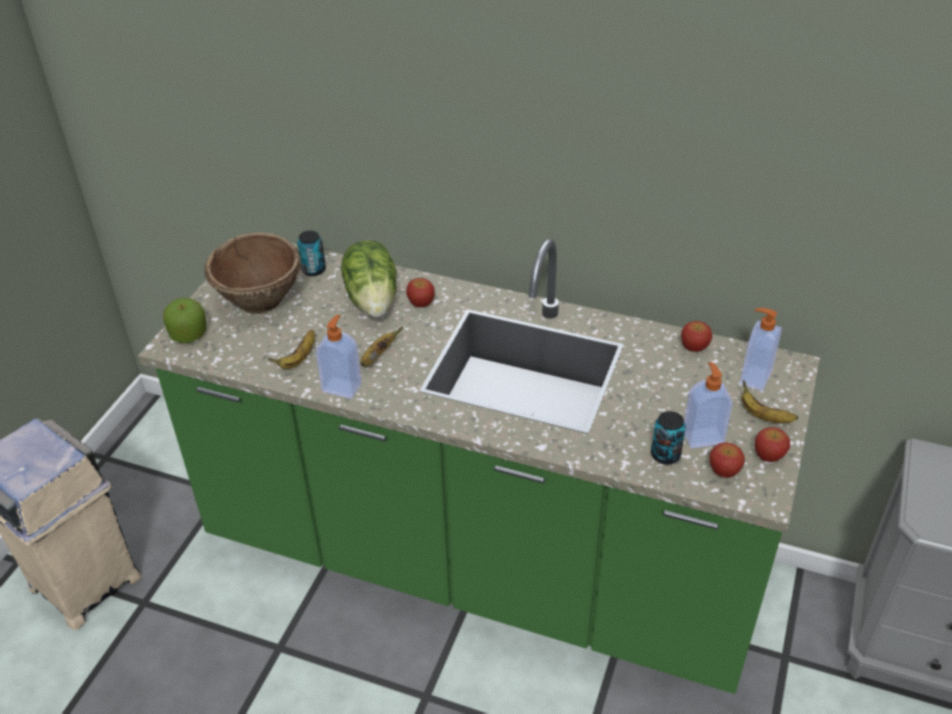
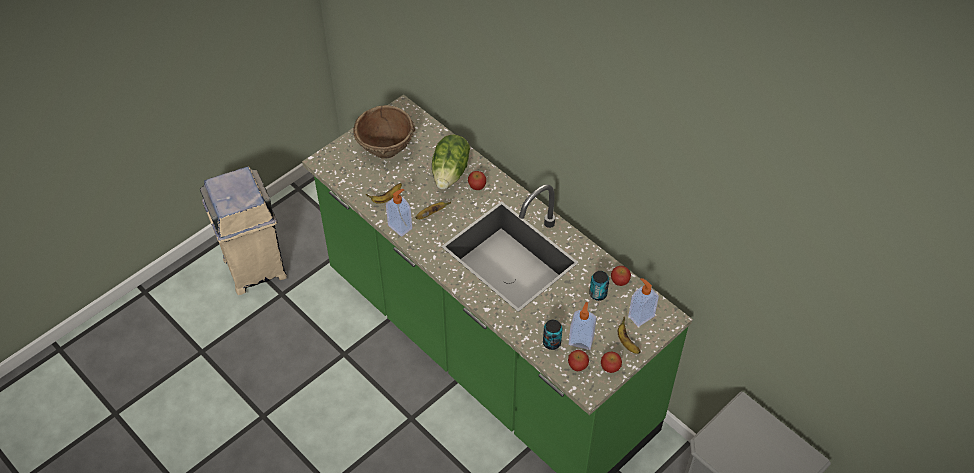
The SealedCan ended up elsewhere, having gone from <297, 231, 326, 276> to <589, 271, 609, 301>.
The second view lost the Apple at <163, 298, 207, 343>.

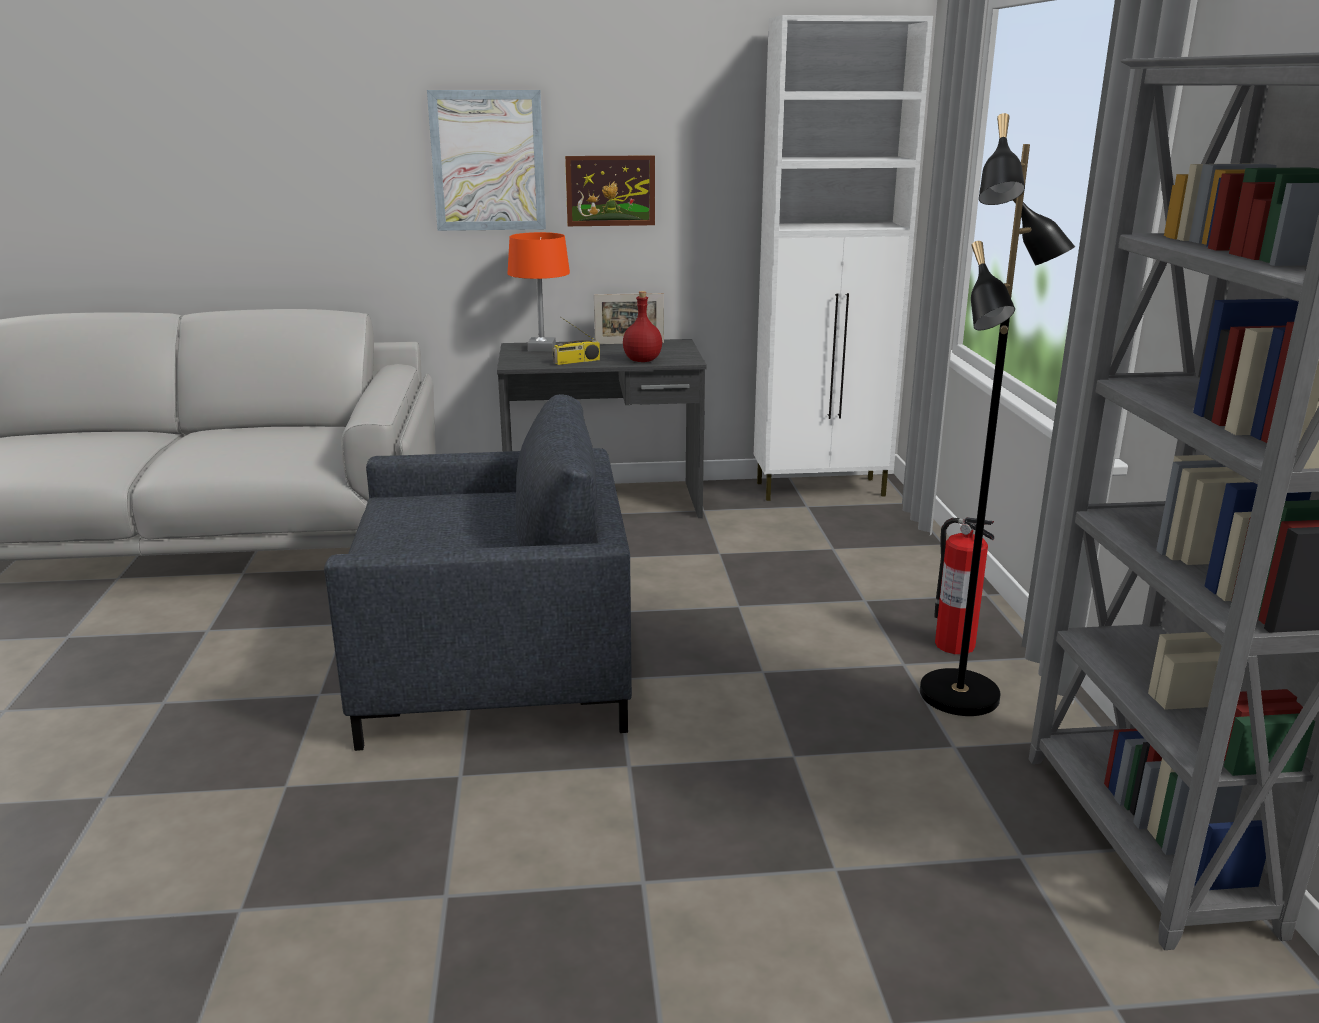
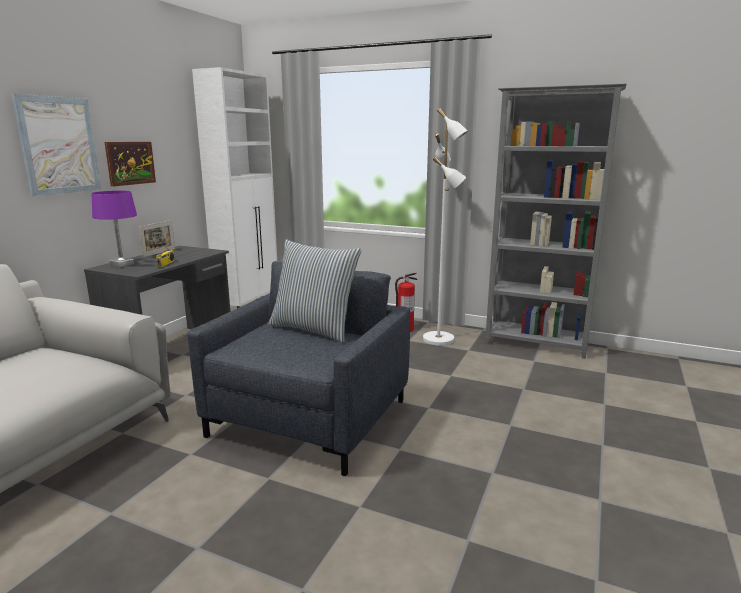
What was the OrangeLampForATable at <508, 232, 570, 352> turned into the PurpleLampForATable at <91, 191, 137, 268>.
The second view gained the ThrowPillow at <268, 240, 362, 343>.
What was the BlackColouredStandingLamp at <920, 113, 1075, 716> turned into the WhiteStandingLamp at <423, 108, 468, 345>.
The second view lost the RedColouredBottle at <623, 291, 662, 362>.

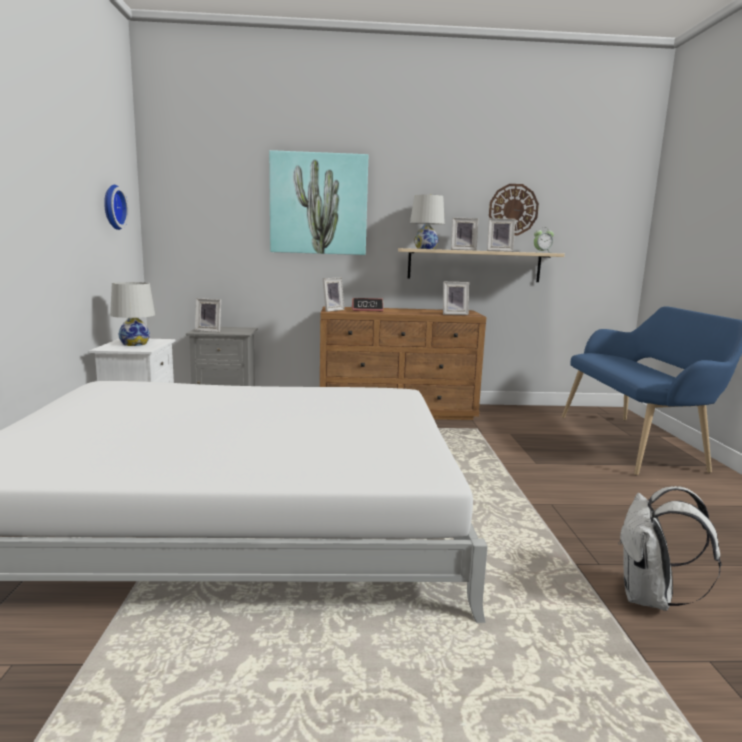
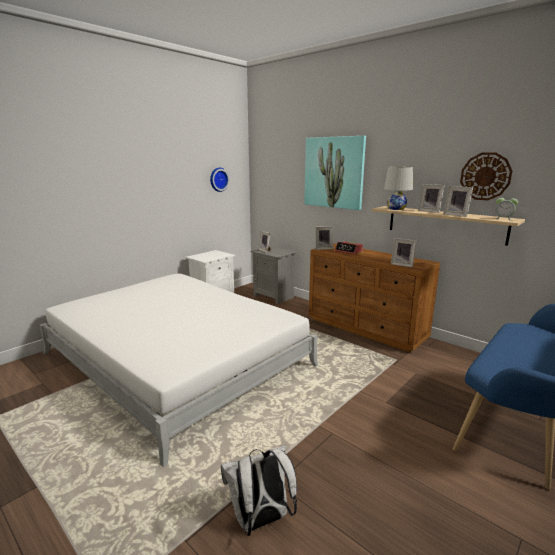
The second view lost the WhiteLampForATable at <110, 282, 155, 346>.

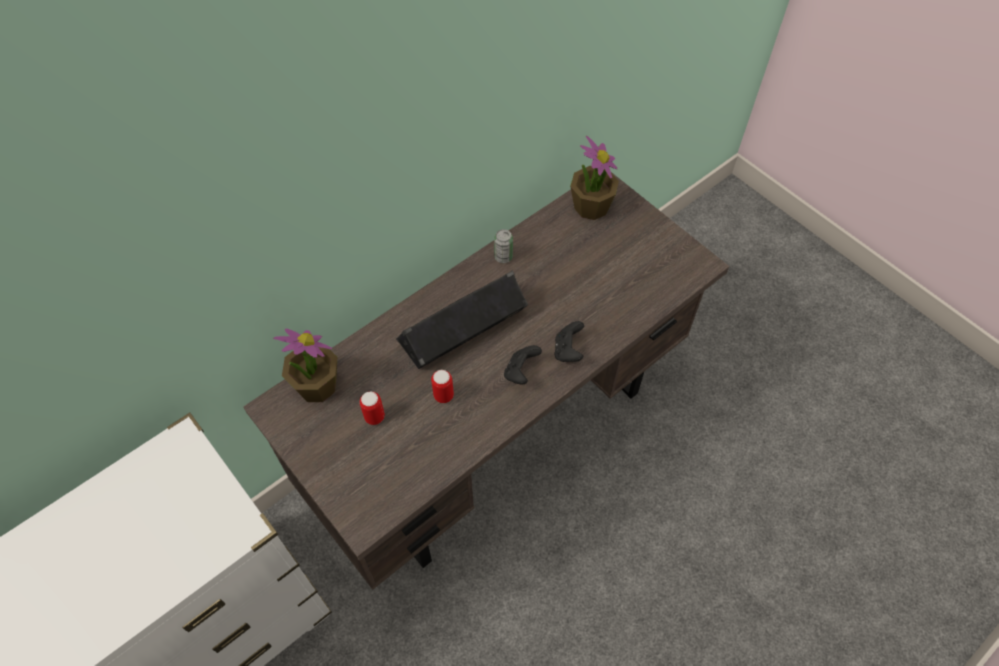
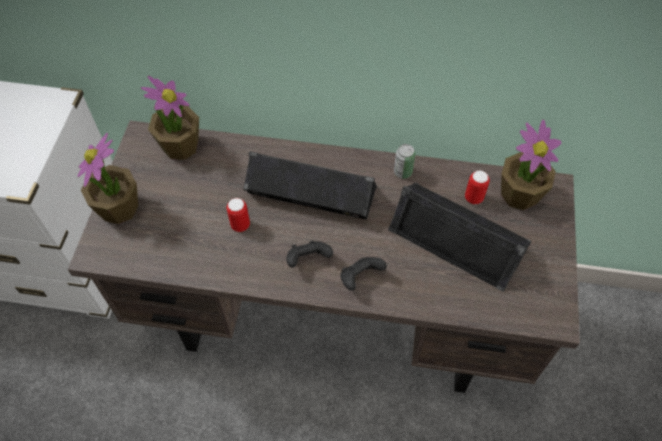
The second view gained the PottedPlant at <77, 133, 138, 224>.
The second view gained the BlackColouredLoudspeaker at <388, 182, 532, 292>.
The SealedCan ended up elsewhere, having gone from <360, 391, 385, 425> to <465, 170, 490, 205>.

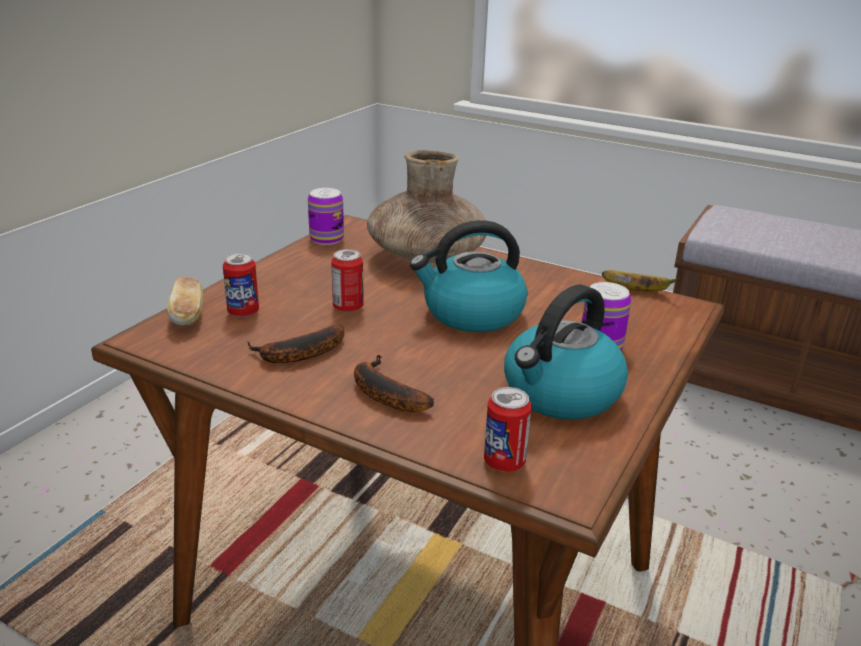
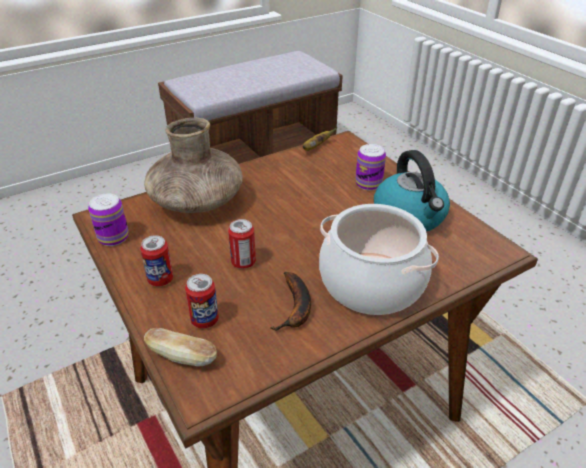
The SealedCan ended up elsewhere, having gone from <484, 387, 532, 472> to <140, 235, 173, 287>.
Where the WholeBanana stood at <354, 355, 434, 412>, the Stockpot came to stand at <319, 204, 439, 315>.
The second view lost the Kettle at <410, 220, 528, 332>.

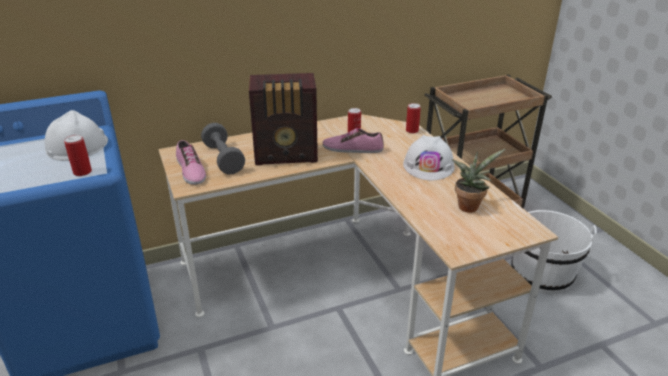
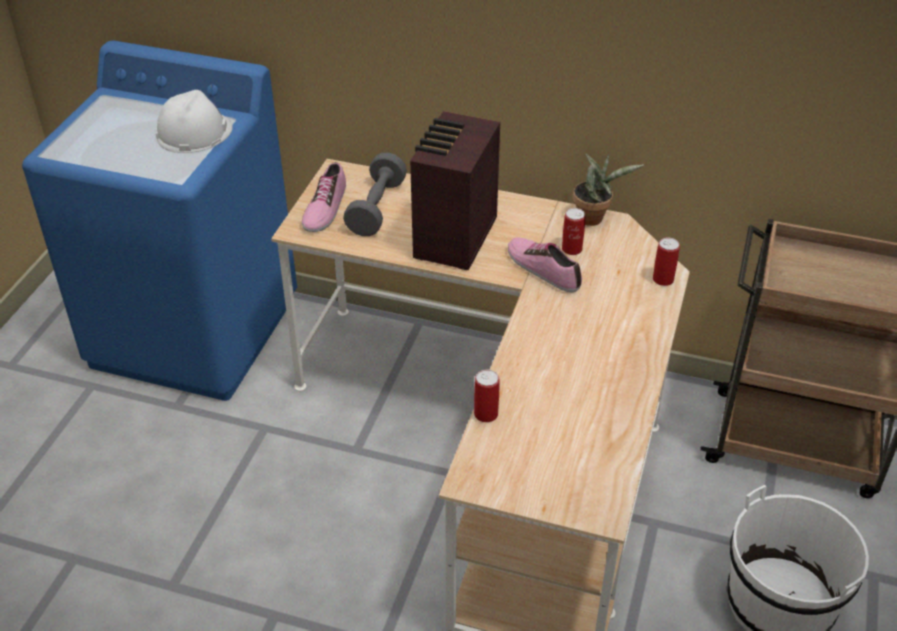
The RadioReceiver at <249, 73, 318, 165> ended up facing another way, 75 degrees clockwise from before.
The SealedCan ended up elsewhere, having gone from <64, 135, 92, 176> to <474, 369, 500, 422>.
The PottedPlant ended up elsewhere, having gone from <452, 149, 505, 213> to <573, 153, 644, 226>.
The second view lost the WhiteHardHat at <403, 135, 455, 181>.

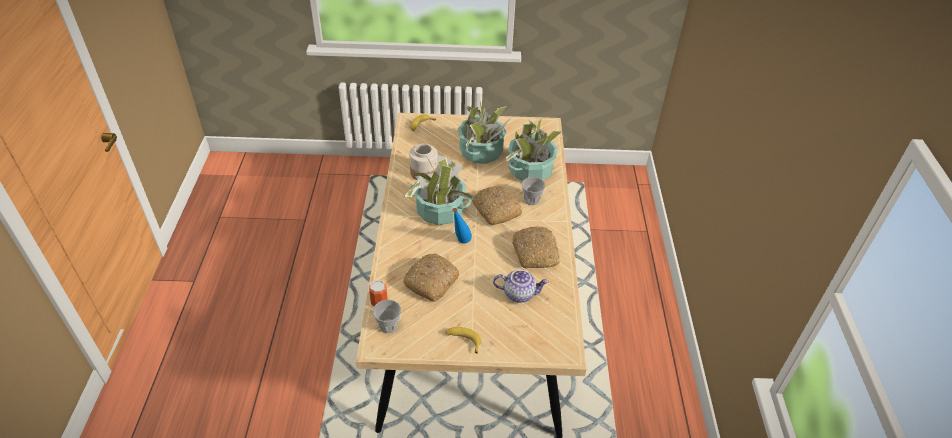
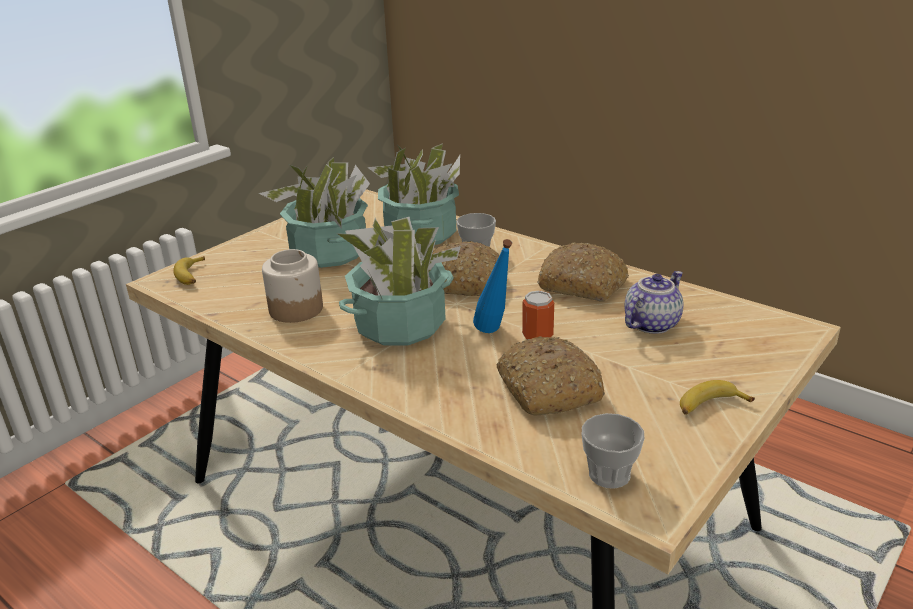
The SealedCan ended up elsewhere, having gone from <369, 280, 388, 306> to <522, 290, 554, 340>.

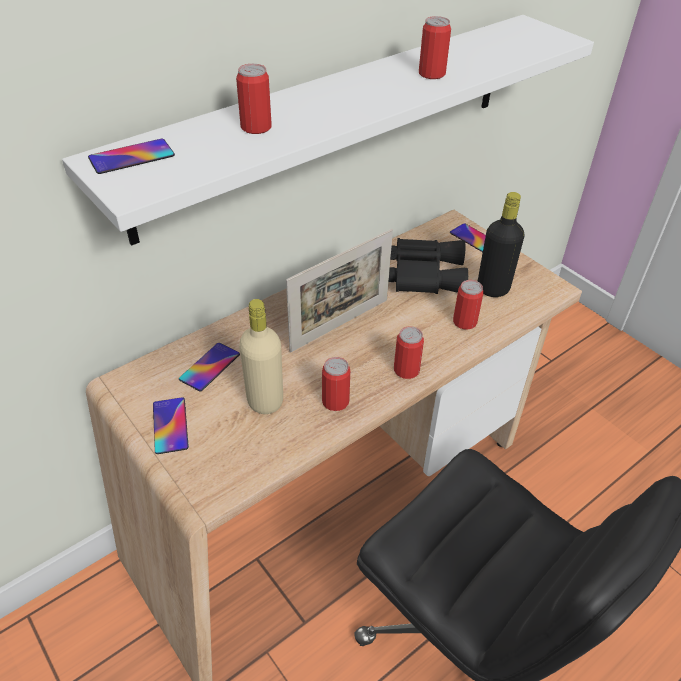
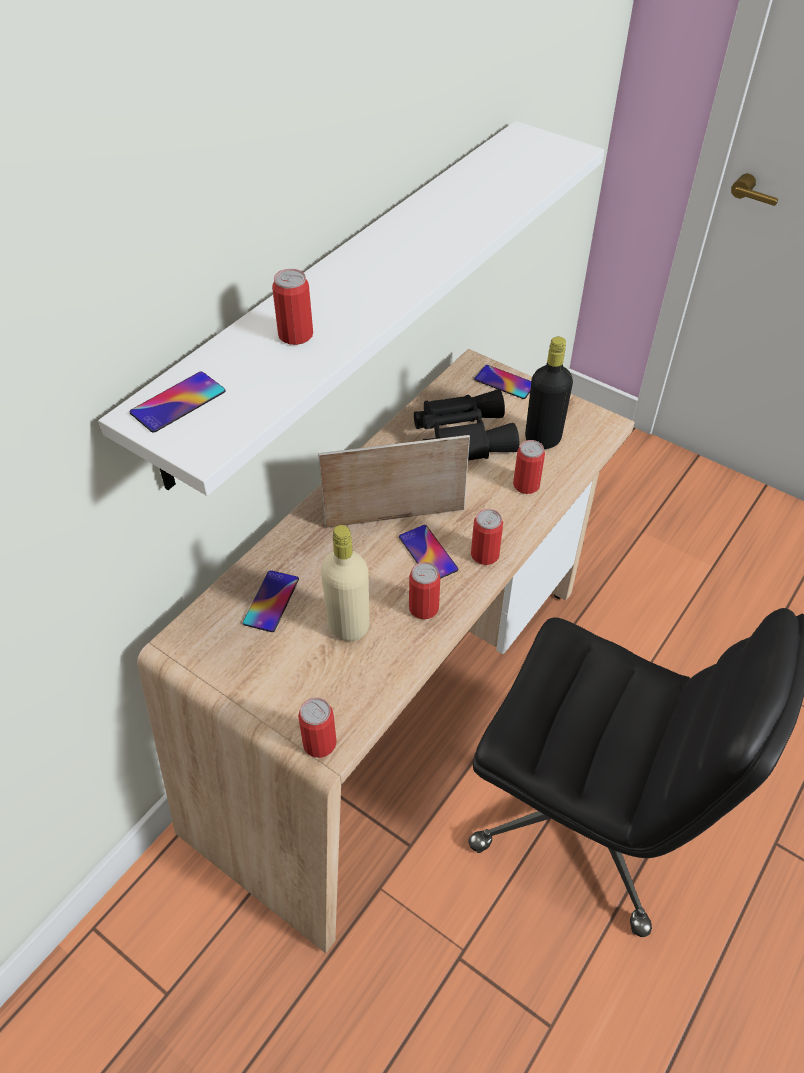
The SealedCan ended up elsewhere, having gone from <419, 16, 451, 79> to <298, 698, 337, 758>.
The PhotoFrame at <286, 229, 393, 352> ended up facing another way, 135 degrees counterclockwise from before.
The Handset ended up elsewhere, having gone from <153, 397, 189, 454> to <399, 525, 459, 579>.

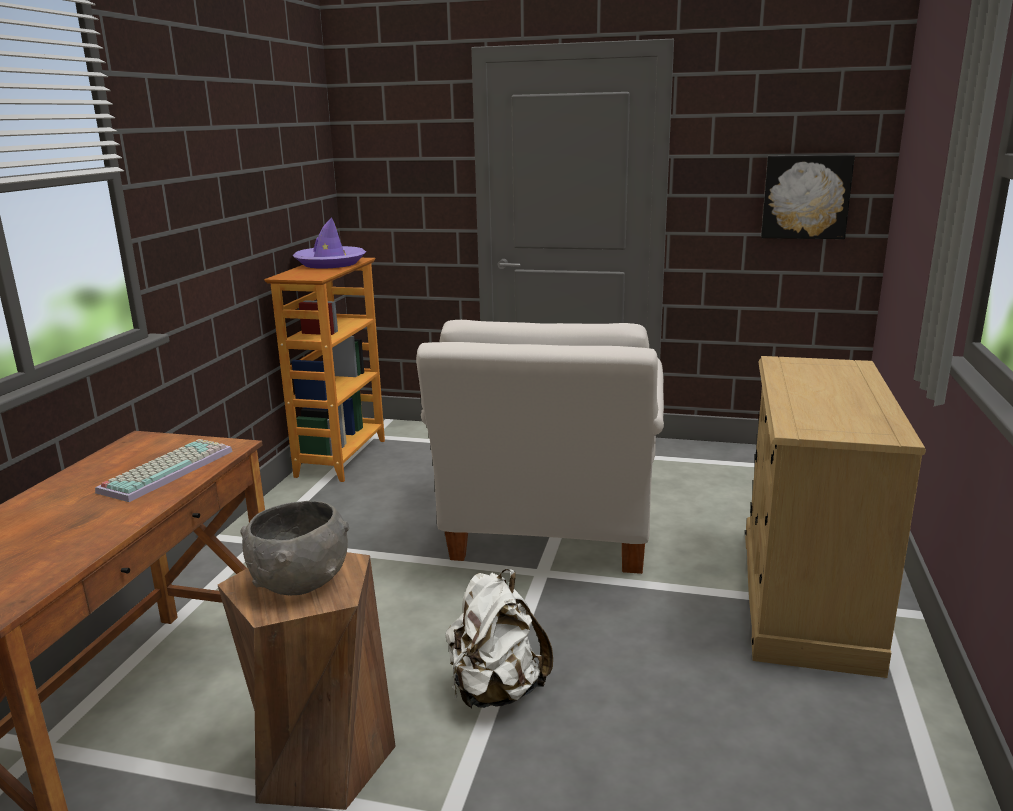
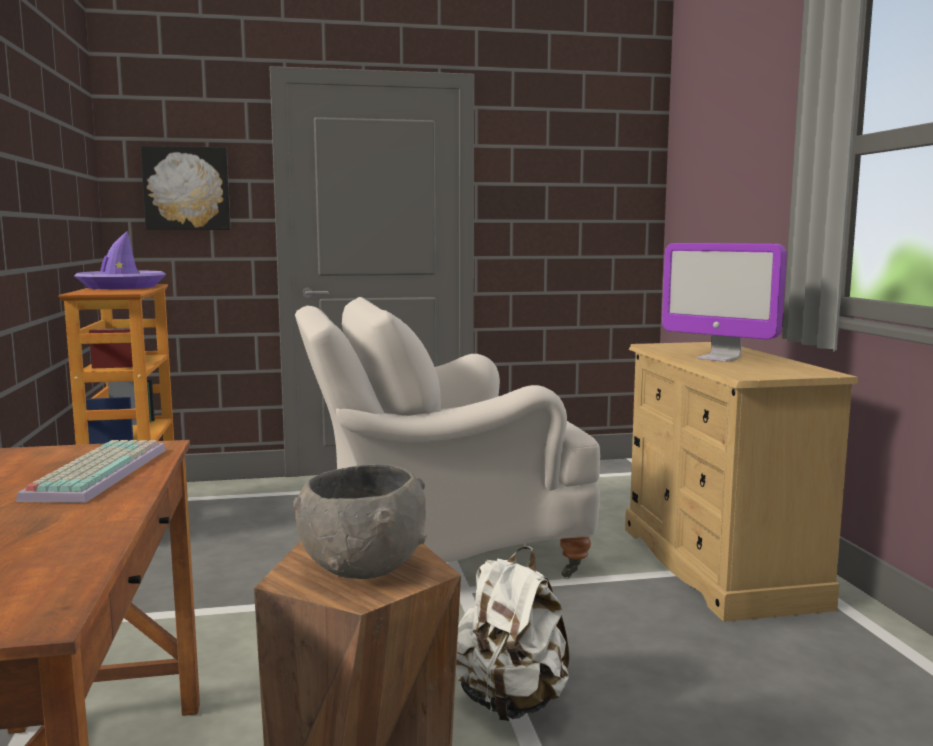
The WallArt ended up elsewhere, having gone from <761, 155, 855, 239> to <140, 146, 231, 230>.
The WhiteLoungeChair at <416, 320, 664, 574> ended up facing another way, 90 degrees clockwise from before.
The second view gained the ComputerScreen at <662, 243, 787, 362>.

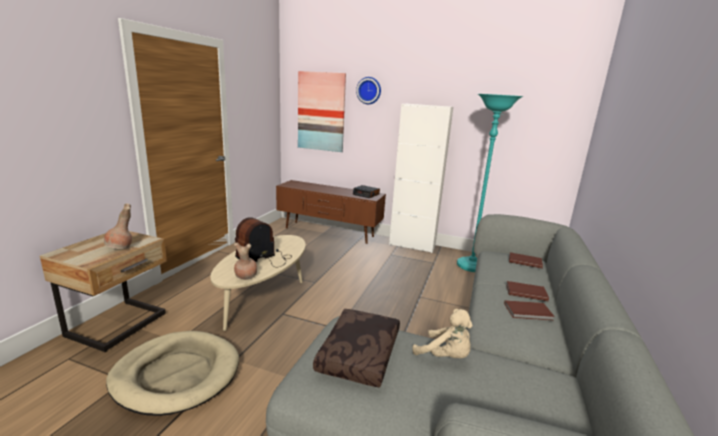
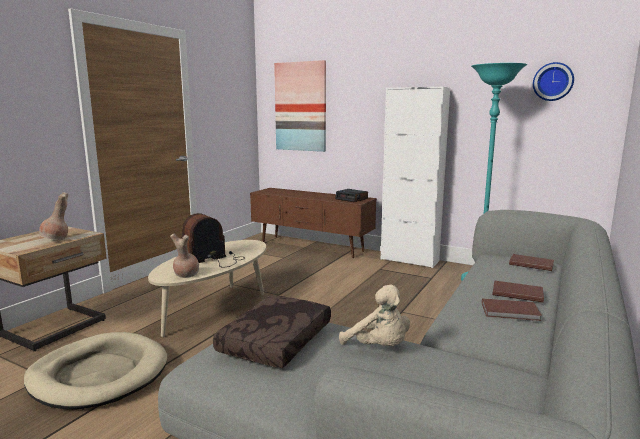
The ClockOnTheWall ended up elsewhere, having gone from <356, 77, 381, 104> to <533, 62, 574, 101>.

